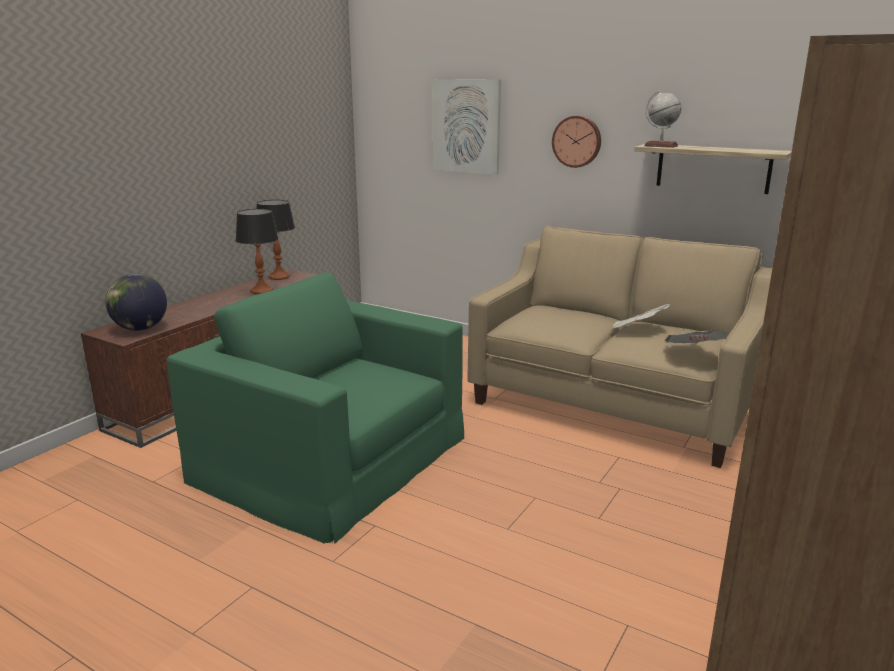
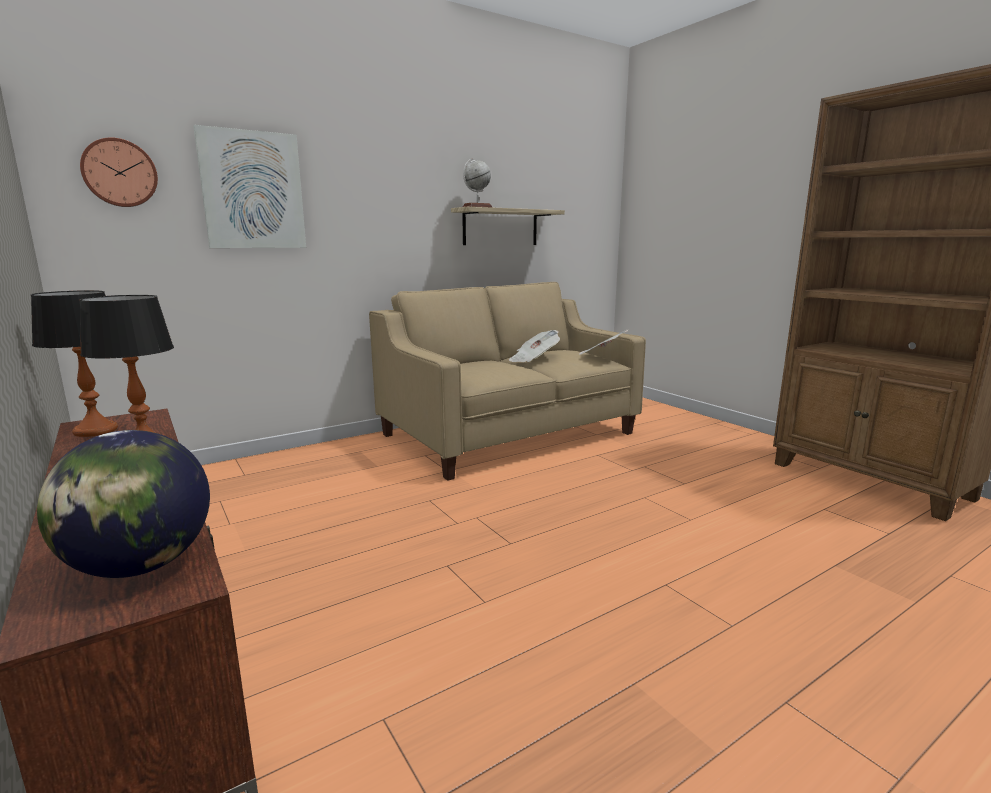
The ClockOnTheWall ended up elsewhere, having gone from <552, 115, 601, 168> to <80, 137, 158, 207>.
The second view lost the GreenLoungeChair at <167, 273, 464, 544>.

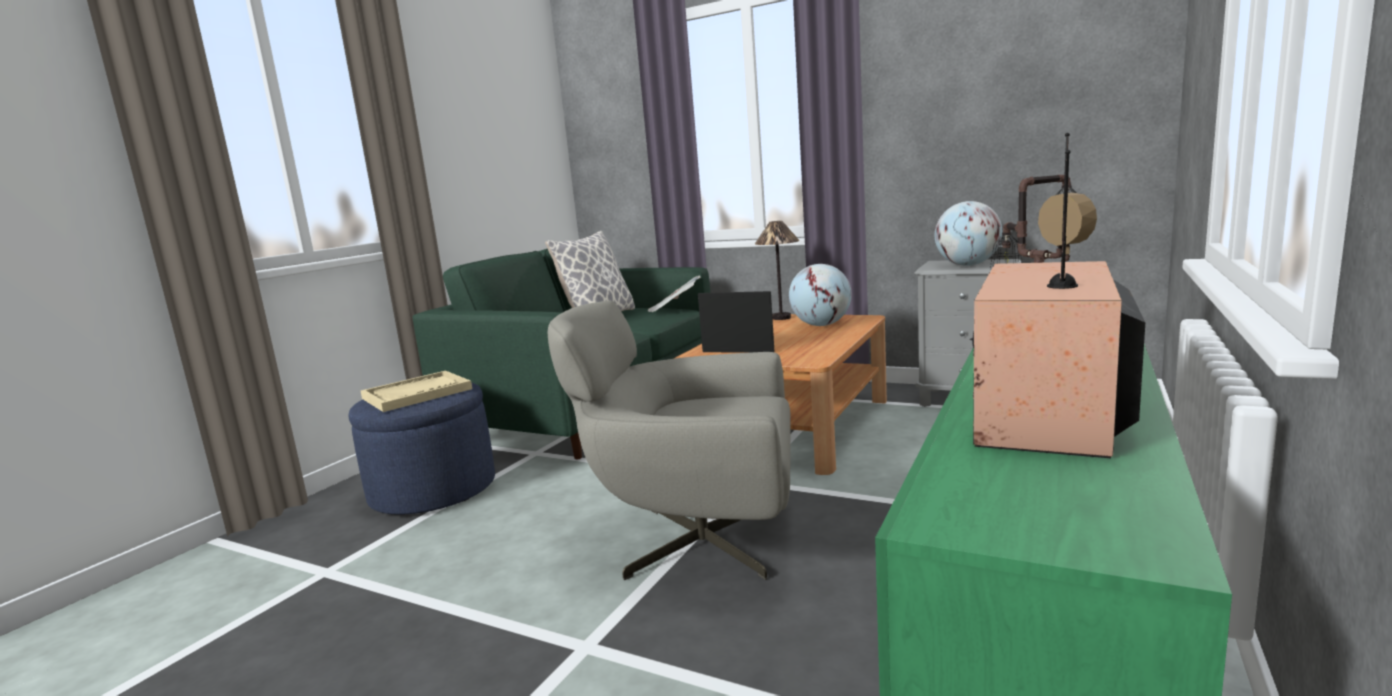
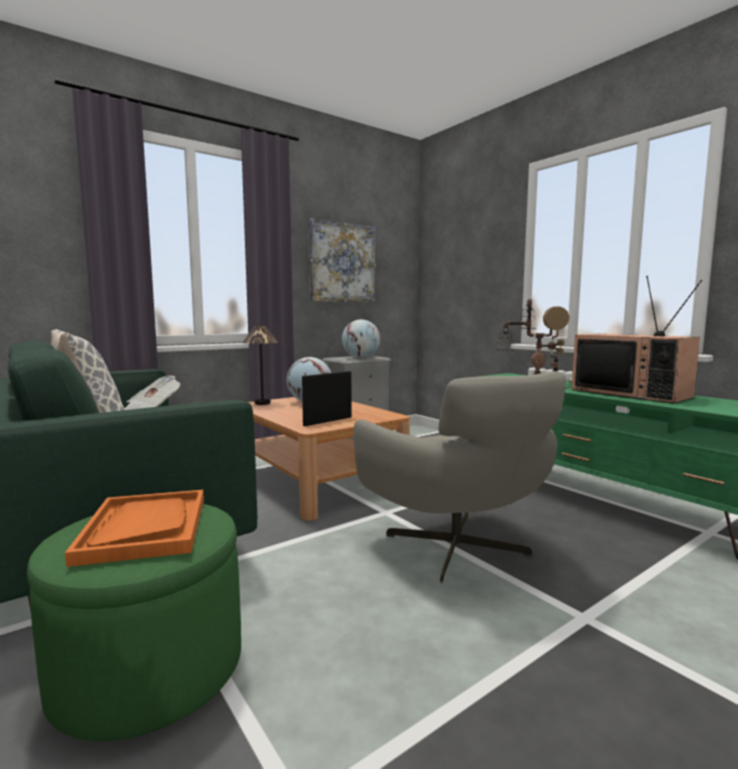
What was the BlueColouredPouffe at <348, 382, 495, 515> turned into the GreenPouffe at <27, 504, 241, 741>.
What was the BeigeTray at <361, 371, 472, 412> turned into the OrangeTray at <65, 490, 204, 567>.
The second view gained the WallArt at <308, 219, 376, 302>.
The GrayLoungeChair at <548, 301, 791, 581> ended up facing another way, 60 degrees counterclockwise from before.

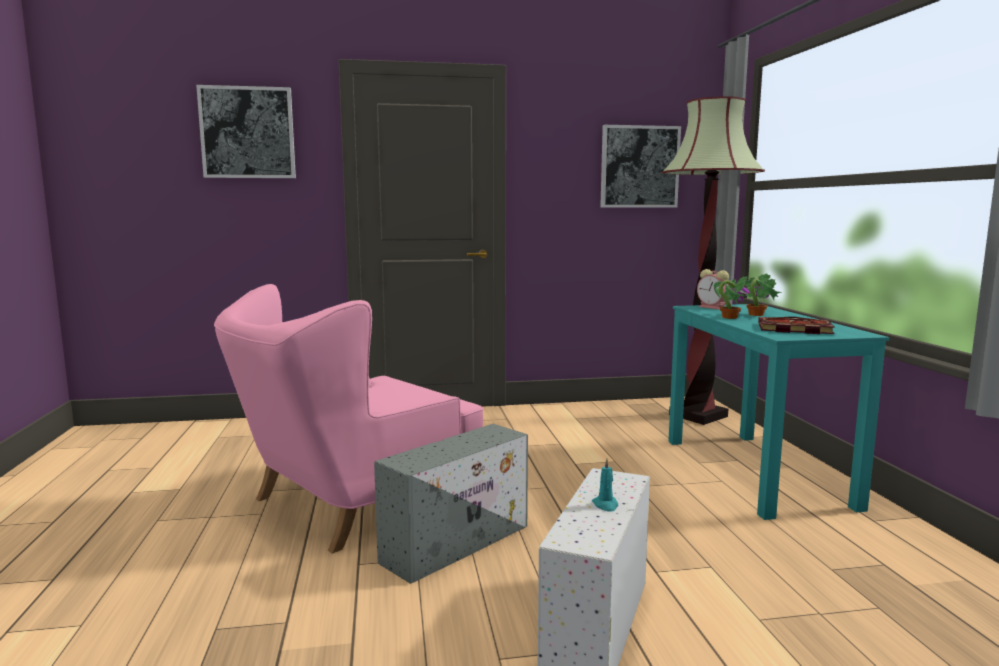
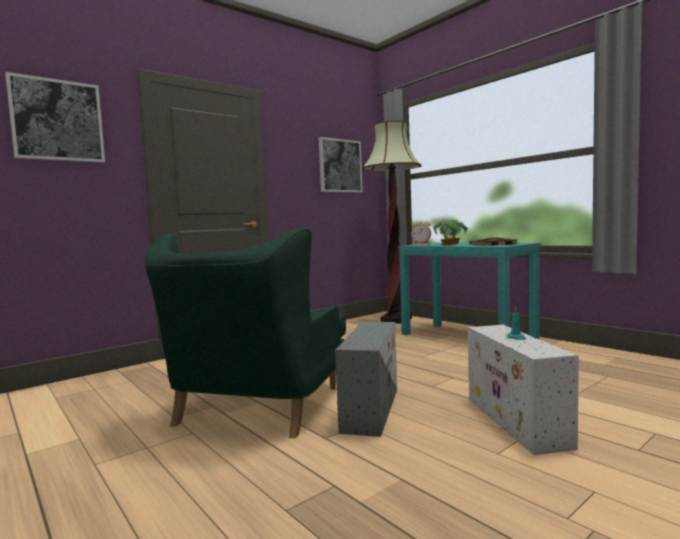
What was the PinkLoungeChair at <214, 284, 483, 554> turned into the GreenLoungeChair at <143, 227, 346, 438>.

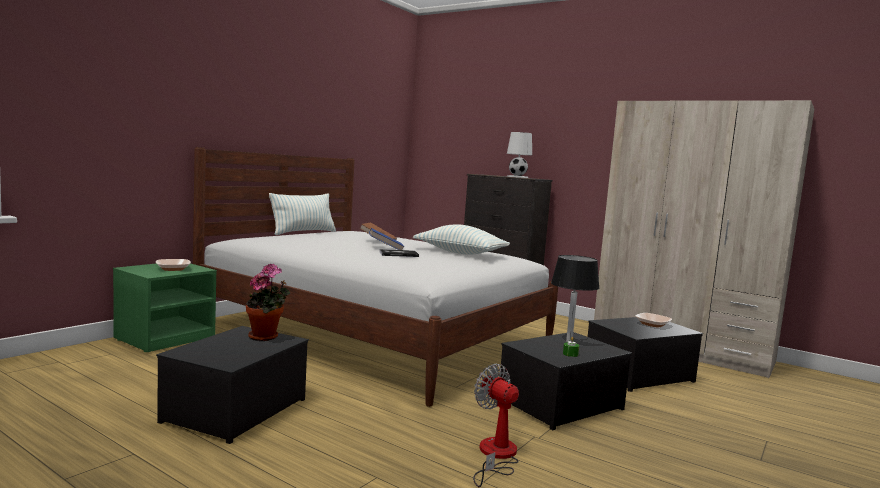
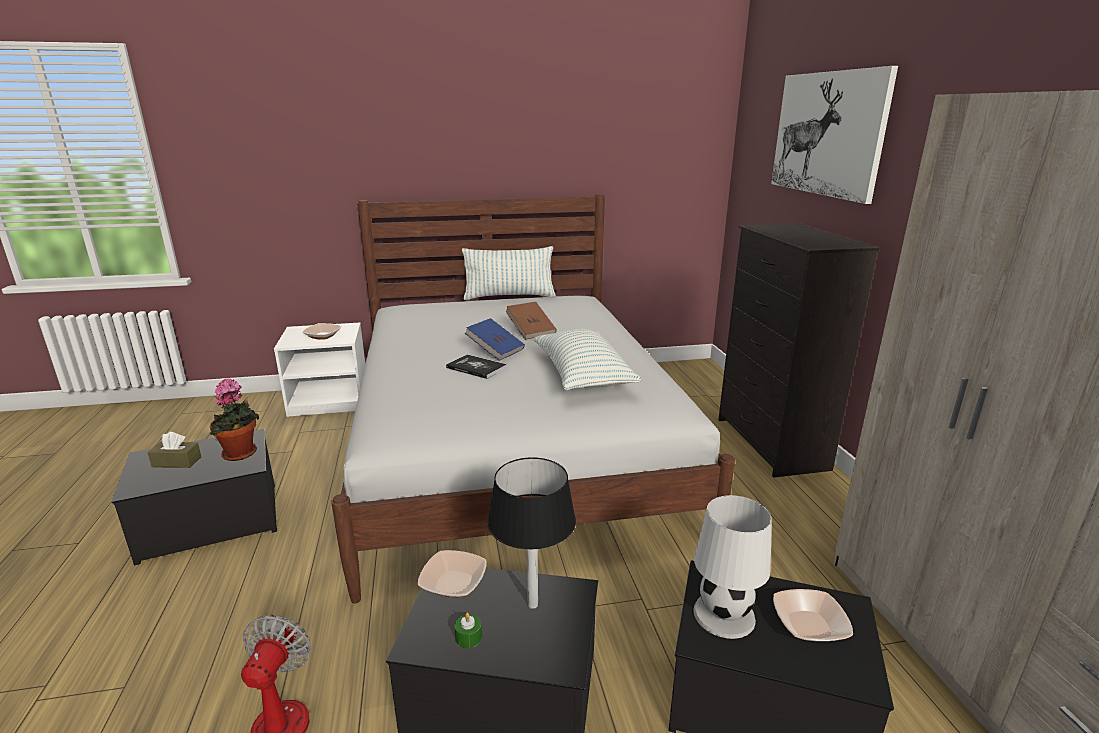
The second view gained the BrownTissueHolder at <147, 432, 201, 468>.
What was the GreenNightstand at <113, 263, 217, 352> turned into the WhiteNightstand at <274, 322, 365, 417>.
The second view gained the DeepDish at <418, 550, 487, 597>.
The WhiteLampForATable ended up elsewhere, having gone from <507, 132, 532, 178> to <693, 495, 772, 639>.
The second view gained the WallArt at <771, 66, 898, 204>.

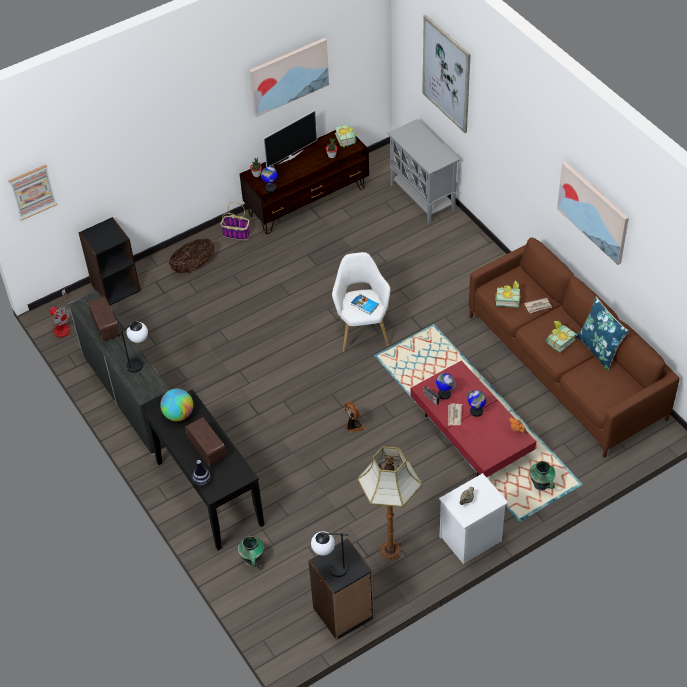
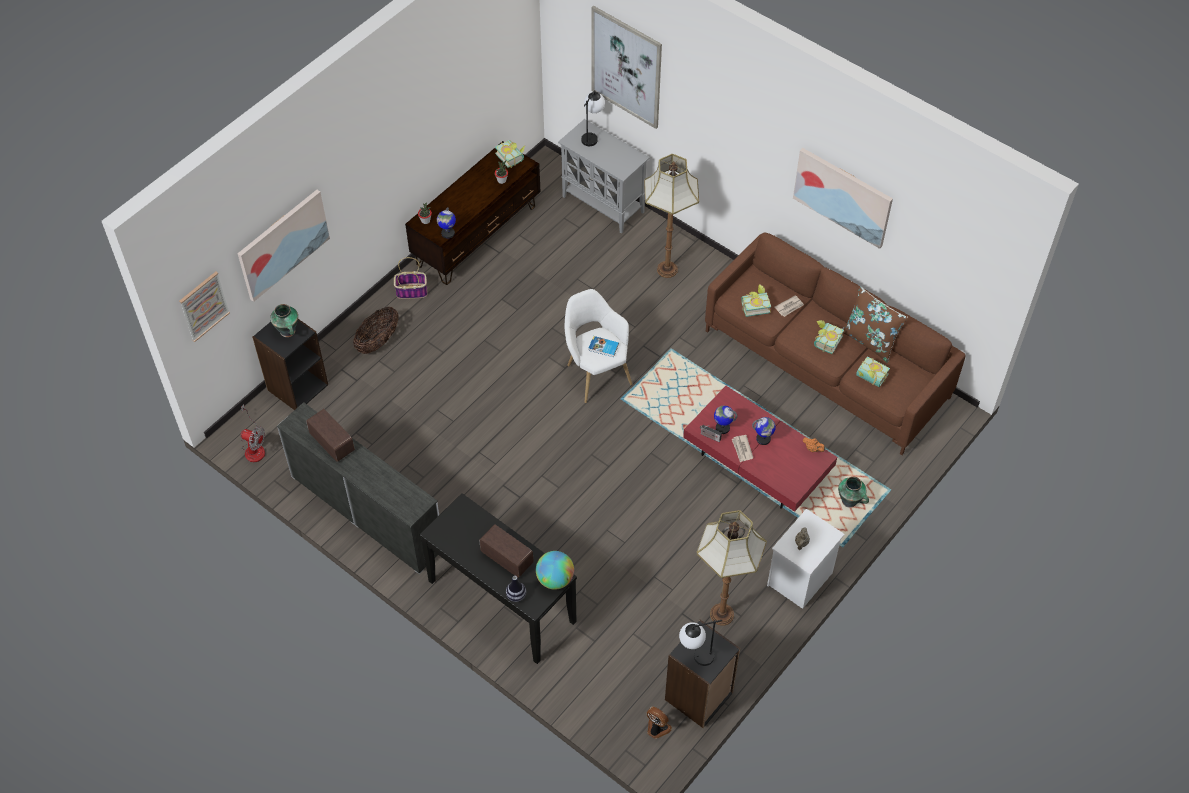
The WallArt ended up elsewhere, having gone from <249, 38, 329, 117> to <238, 190, 330, 302>.
The Vase ended up elsewhere, having gone from <238, 536, 264, 567> to <270, 304, 298, 337>.
The WorldGlobe ended up elsewhere, having gone from <160, 389, 193, 421> to <536, 551, 574, 590>.
The LampForATable ended up elsewhere, having gone from <117, 321, 148, 373> to <581, 90, 605, 146>.
The second view gained the StandingLamp at <644, 154, 699, 278>.
The Fan ended up elsewhere, having gone from <344, 402, 365, 432> to <647, 707, 672, 739>.
What was the BlueColouredThrowPillow at <576, 297, 629, 371> turned into the BrownThrowPillow at <842, 286, 908, 363>.
The second view gained the Book at <856, 357, 890, 387>.
The second view lost the TvSet at <263, 110, 317, 167>.

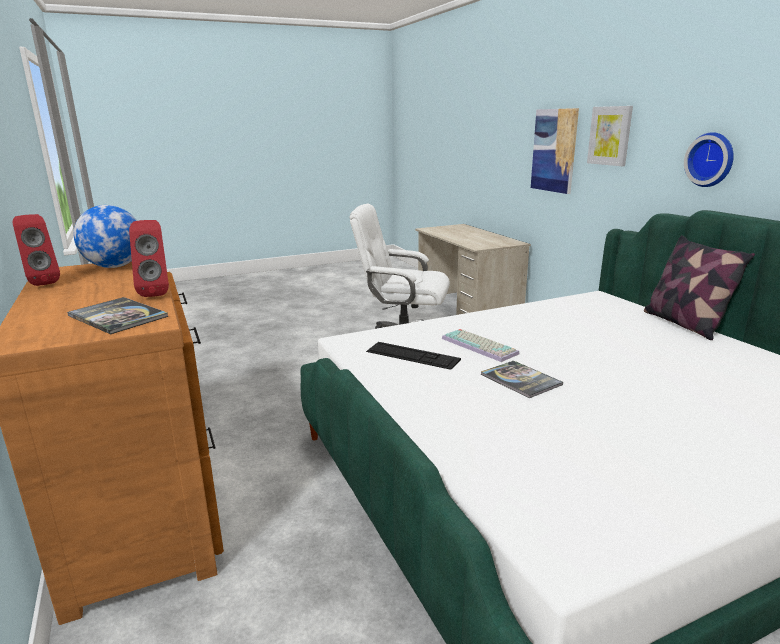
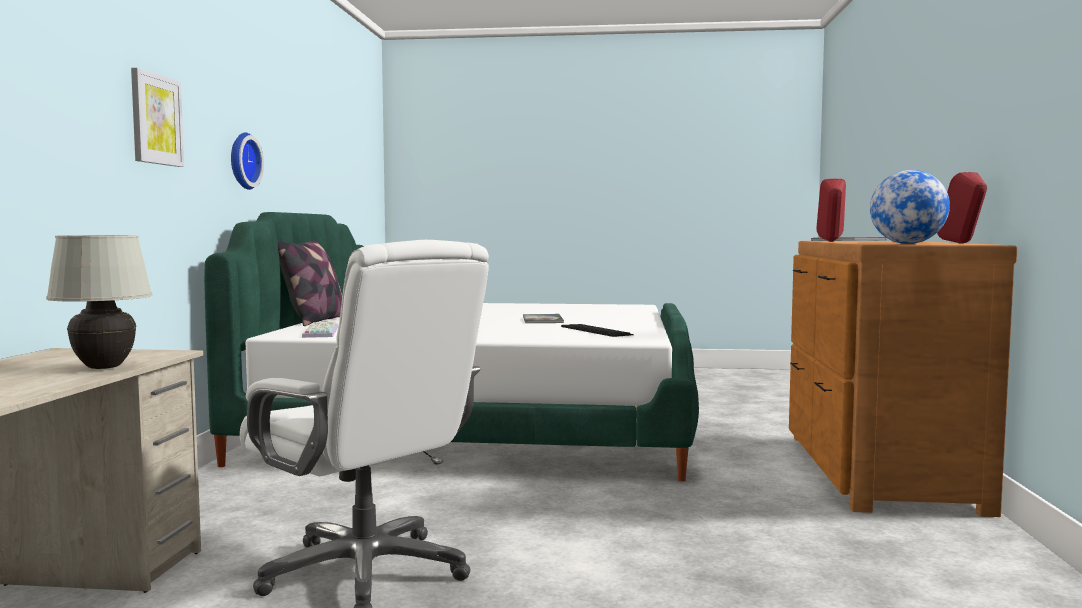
The second view gained the WhiteLampForATable at <46, 235, 152, 369>.
The ComputerKeyboard ended up elsewhere, having gone from <442, 329, 519, 362> to <302, 322, 338, 338>.
The second view lost the WallArt at <531, 108, 579, 194>.

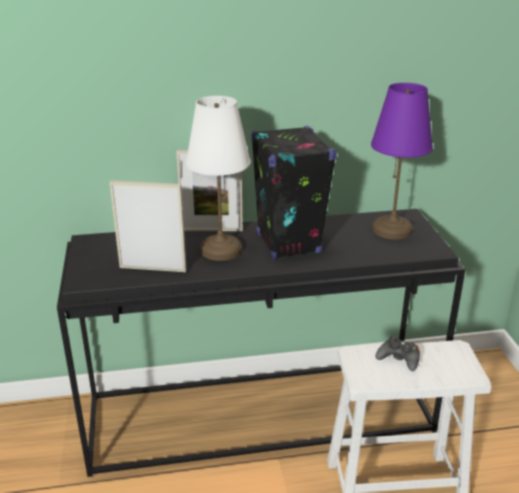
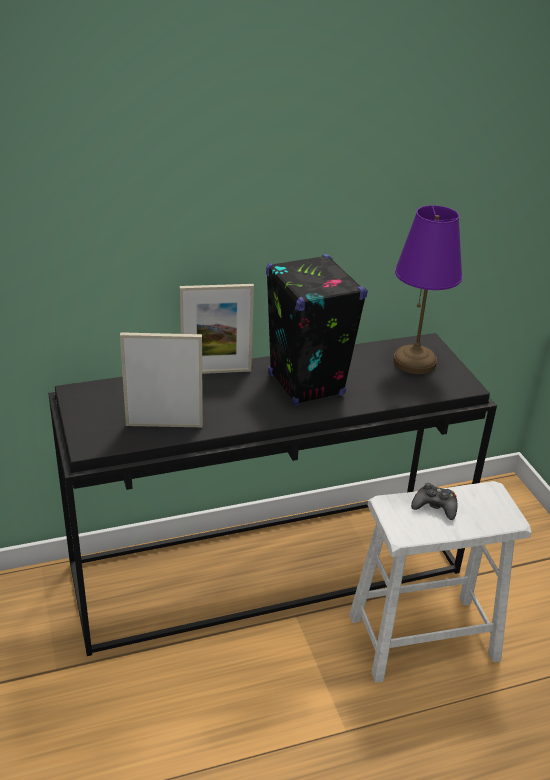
The second view lost the WhiteLampForATable at <186, 96, 251, 261>.

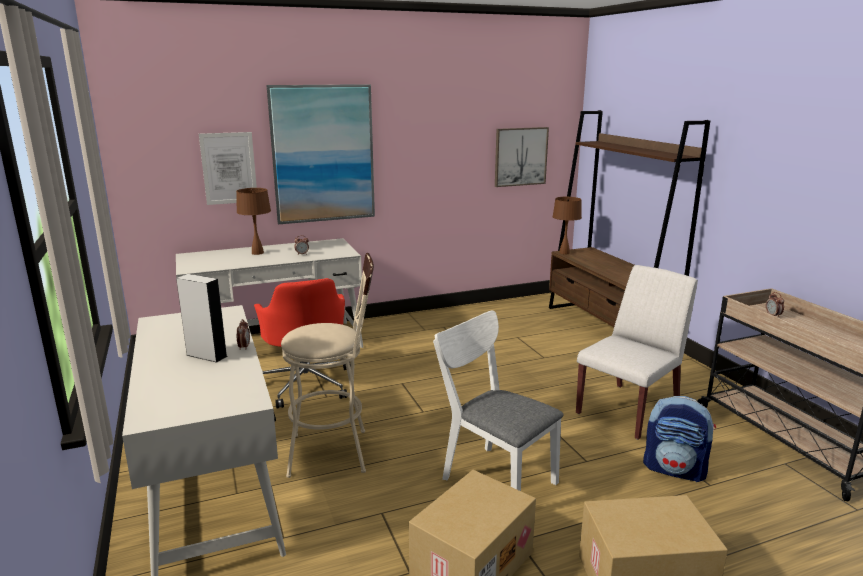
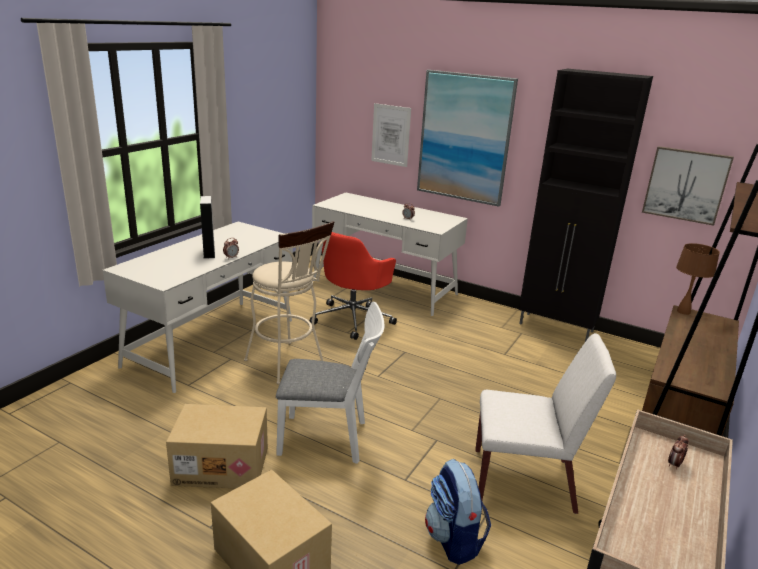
The WhitePlainChair at <433, 311, 563, 491> ended up facing another way, 90 degrees clockwise from before.
The second view gained the BlackColouredCabinet at <519, 69, 653, 342>.
The second view lost the BrownLampForATable at <236, 188, 271, 255>.

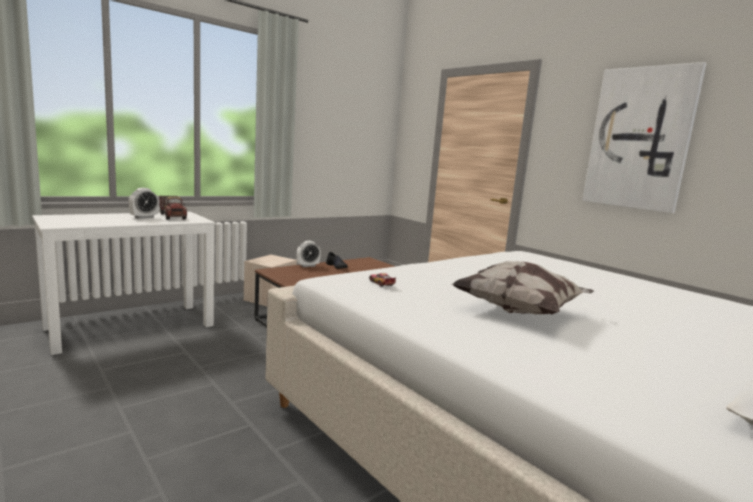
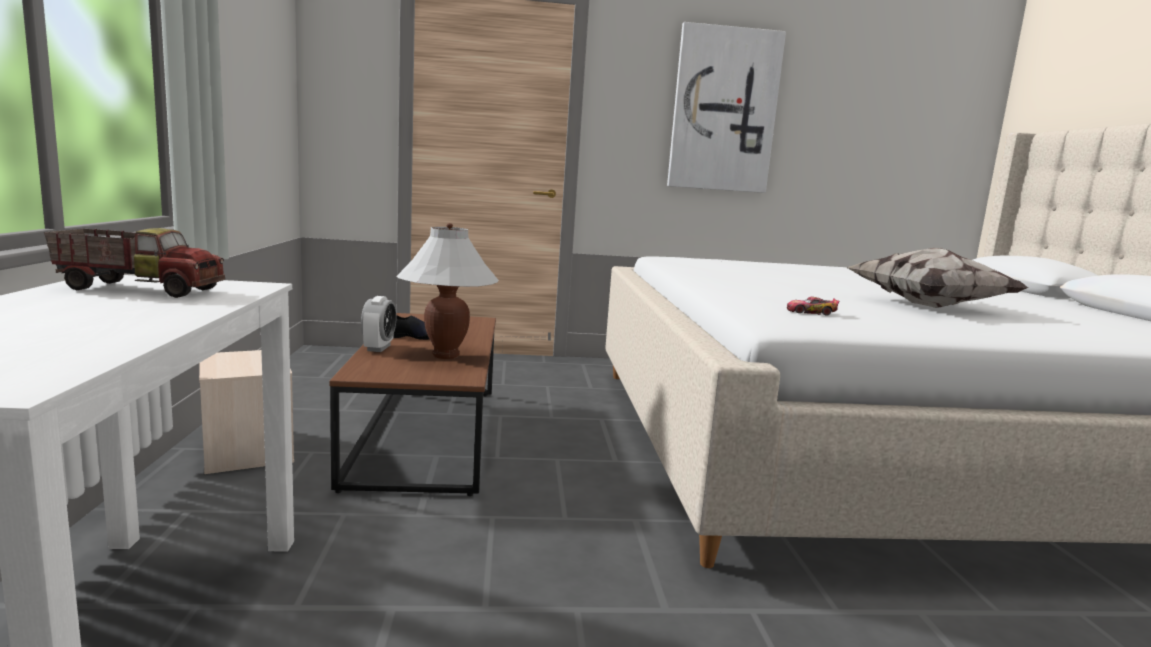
The second view gained the WhiteLampForATable at <397, 223, 498, 359>.
The second view lost the BedsideClock at <129, 188, 159, 219>.

